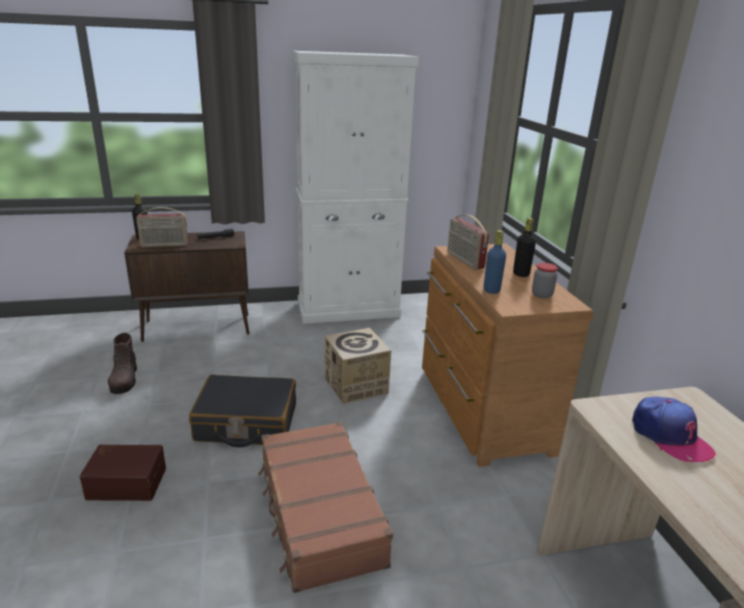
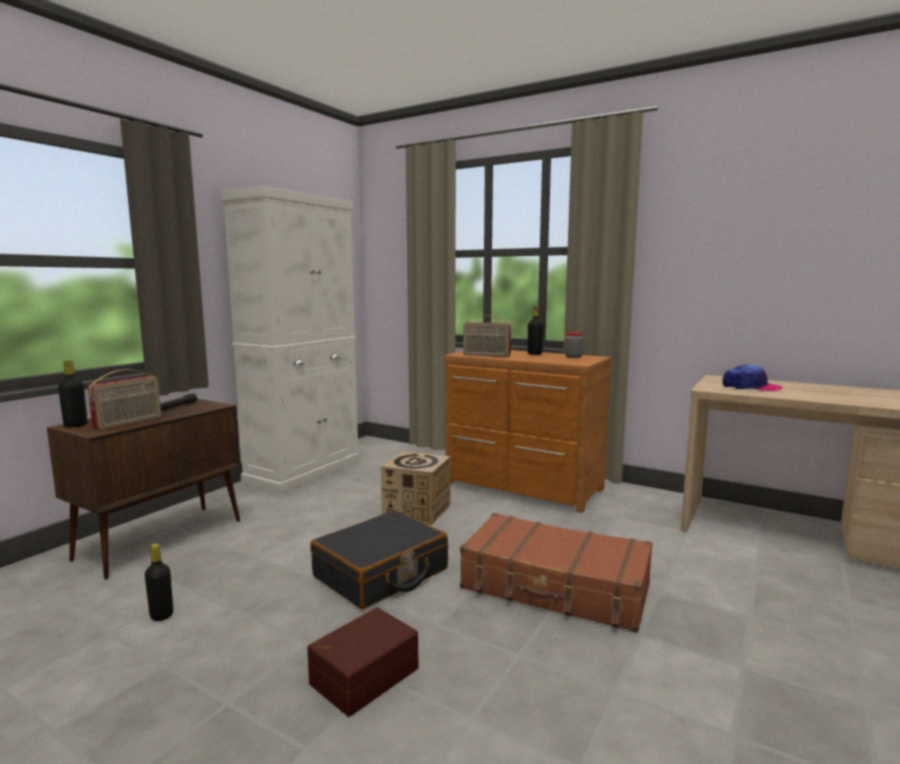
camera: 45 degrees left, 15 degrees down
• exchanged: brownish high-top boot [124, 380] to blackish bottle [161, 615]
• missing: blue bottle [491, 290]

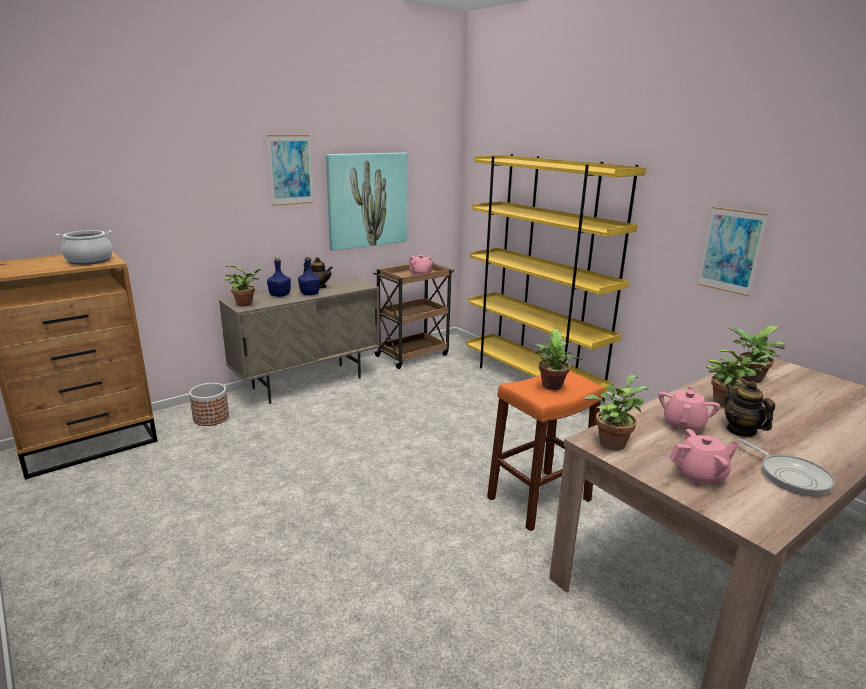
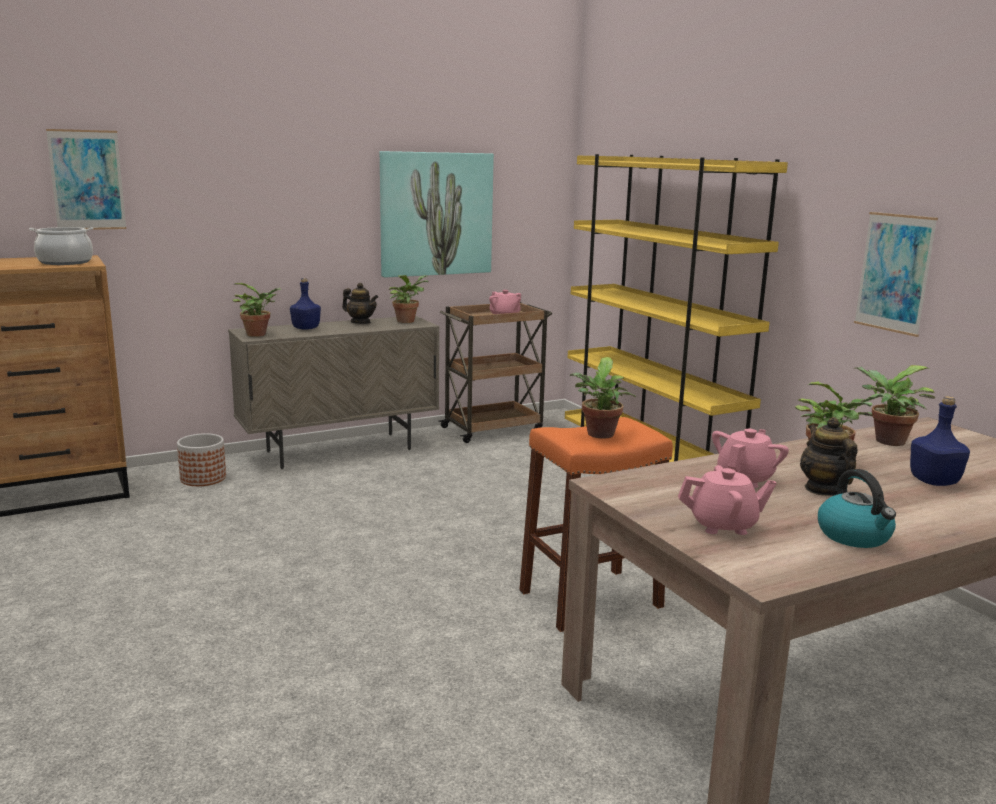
camera: 10 degrees right, 5 degrees down
• relocated: wall art [290, 170] to [87, 180]
• relocated: blue bottle [310, 294] to [934, 482]
• relocated: plant in a pot [612, 442] to [407, 321]
• exchanged: frying pan [791, 476] to kettle [855, 536]

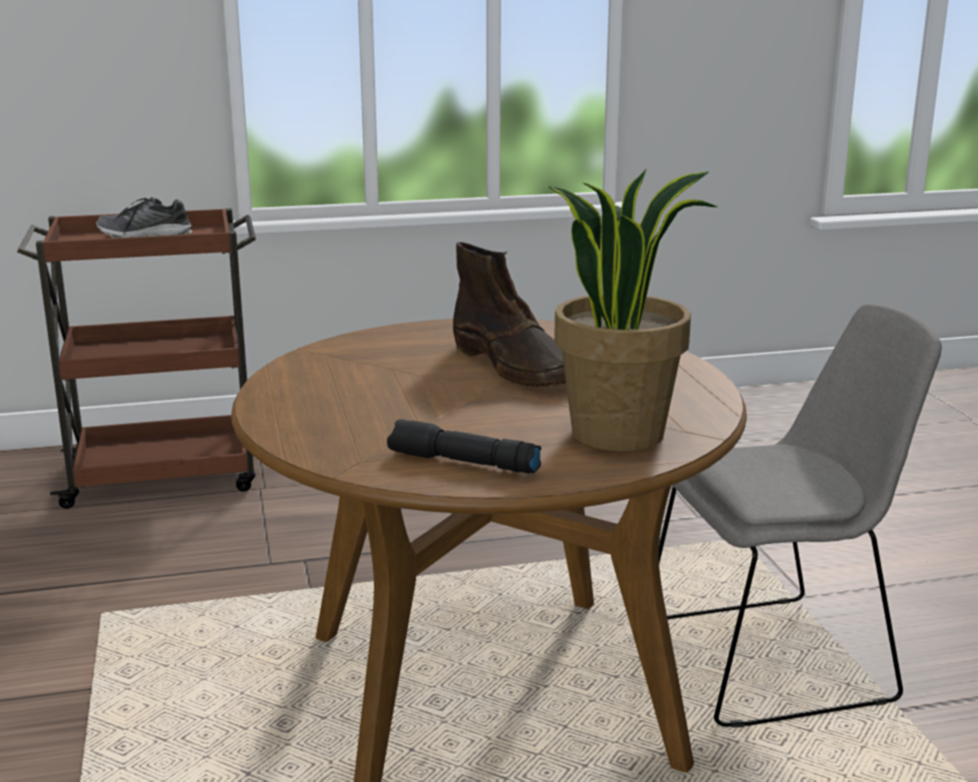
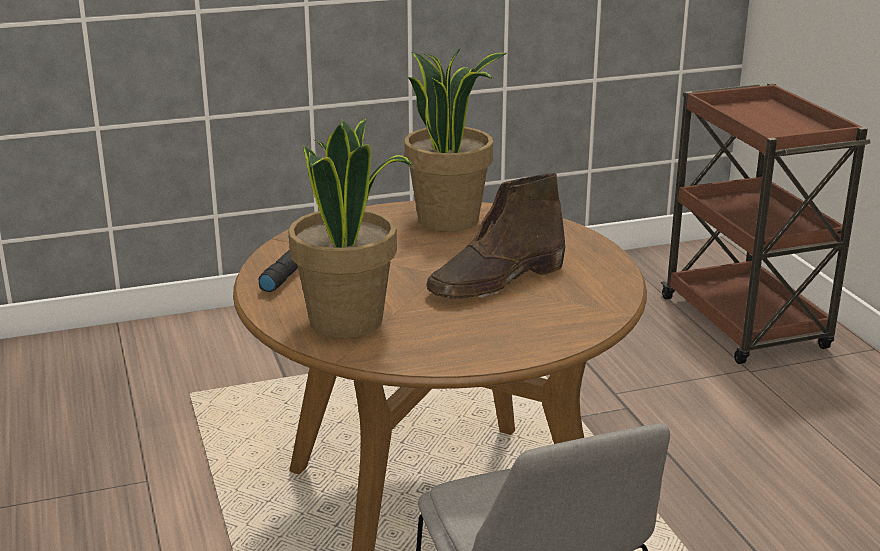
camera: 85 degrees right, 5 degrees up
• missing: item of footwear [145, 235]
• appeared: plant in a pot [449, 219]

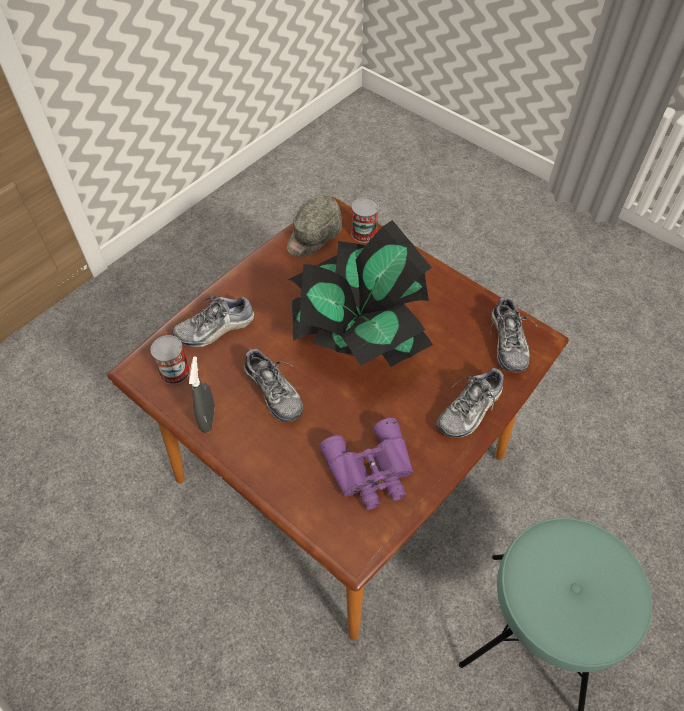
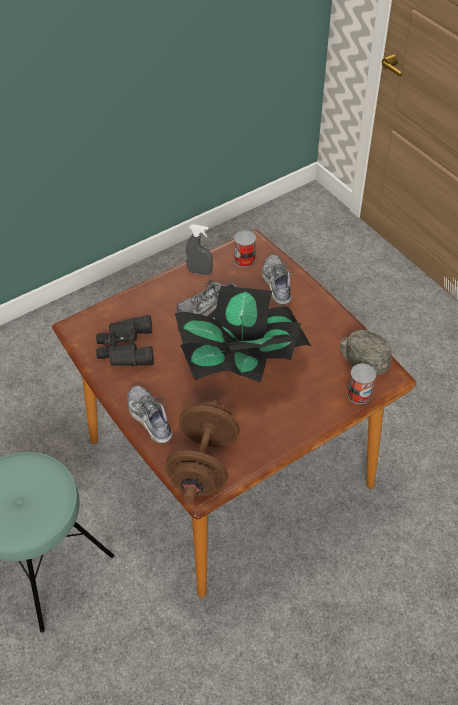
camera: 105 degrees right, 5 degrees down
• colour: purple-coloured binoculars [372, 471] to blackish binoculars [125, 348]
• exchanged: item of footwear [508, 342] to brownish hand weight [203, 465]

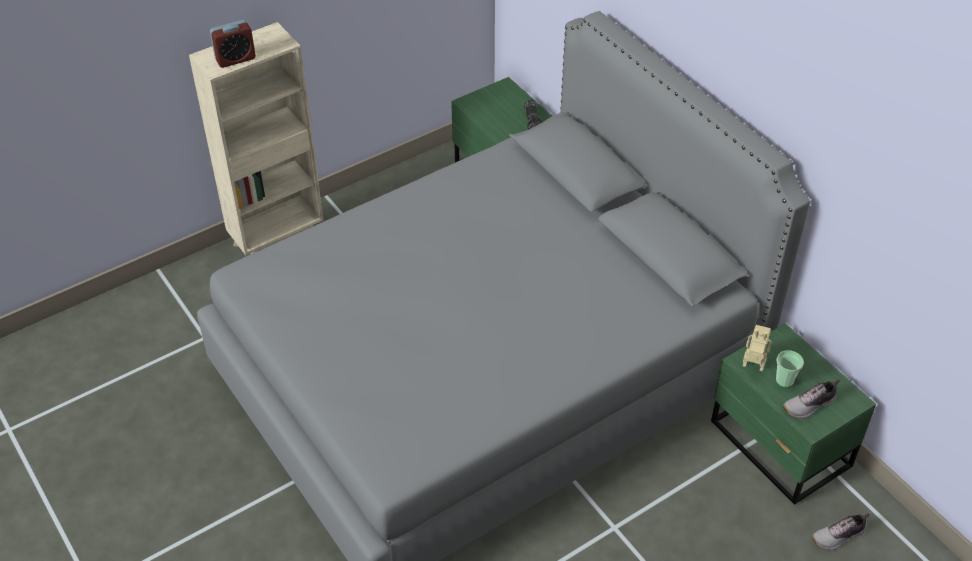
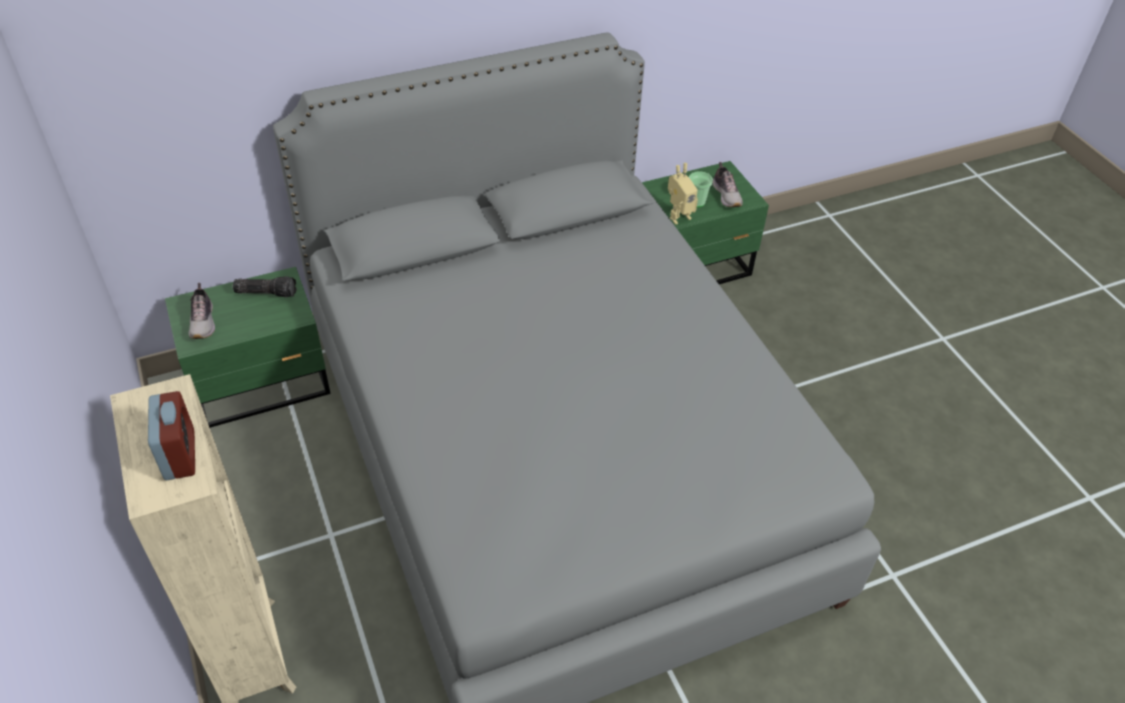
camera: 80 degrees left, 0 degrees up
• spun: toy robot [752, 367] = [678, 216] 150 degrees counterclockwise
• relocated: item of footwear [838, 536] to [203, 322]

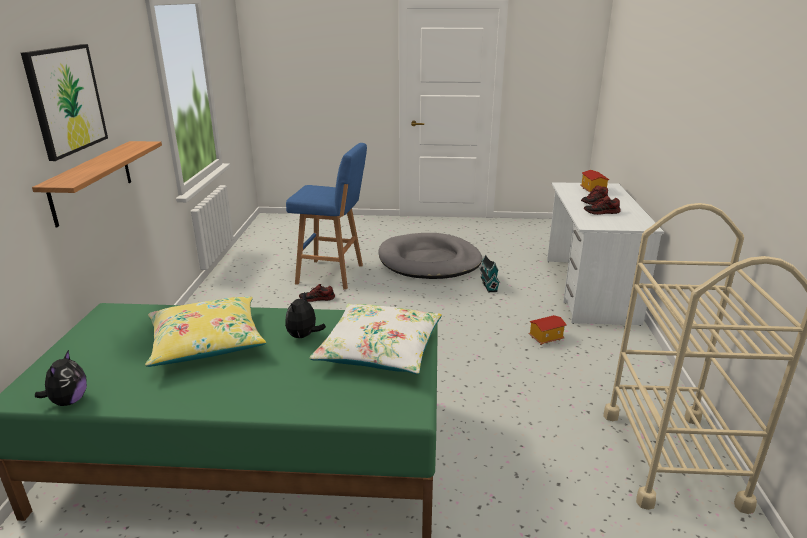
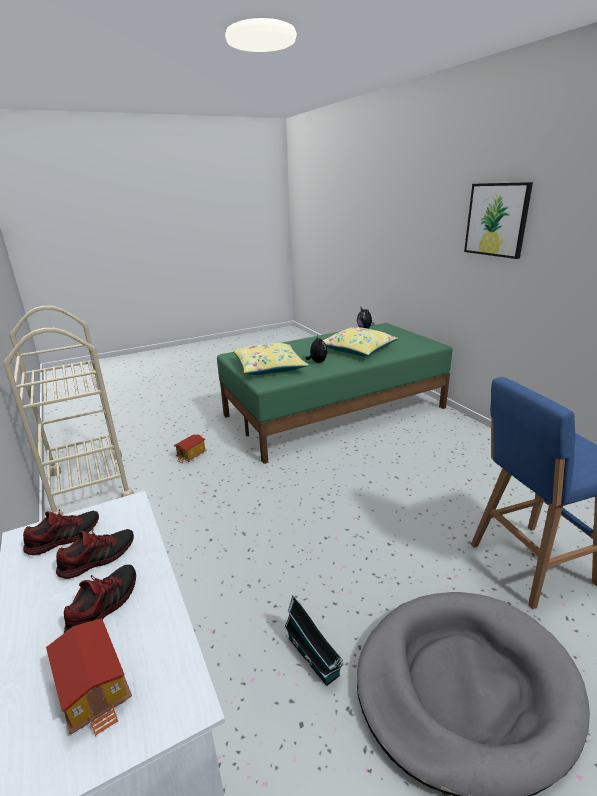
camera: 150 degrees right, 0 degrees up
• missing: bracket shelf [91, 182]
• relocated: item of footwear [317, 299] to [64, 537]
• colour: white throw pillow [379, 350] to yellowish throw pillow [269, 367]
• relocated: miniature house [546, 338] to [191, 455]

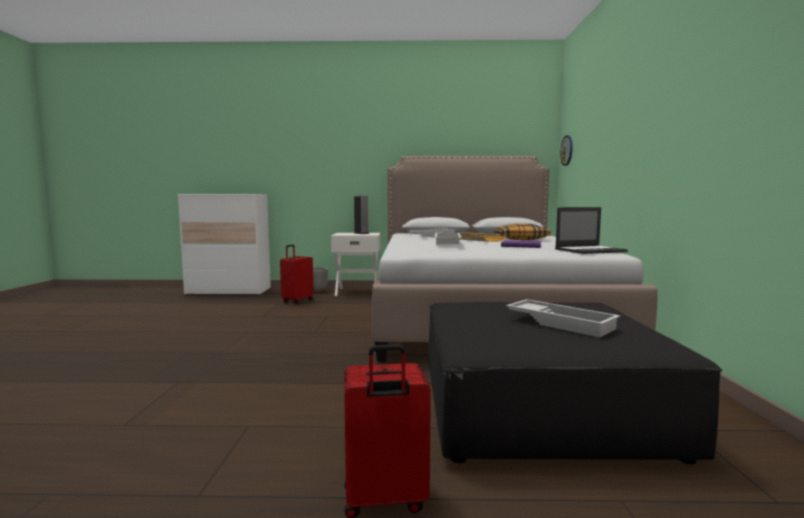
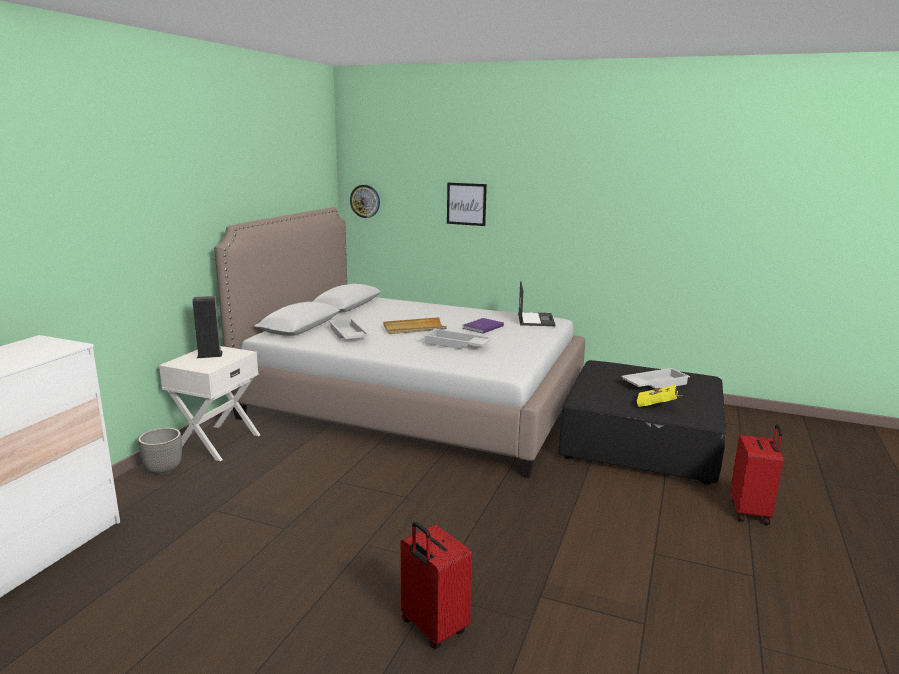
camera: 70 degrees left, 10 degrees up
• relocated: reddish piece of luggage [297, 301] to [432, 628]
• missing: throw pillow [520, 239]
• appeared: wall art [466, 204]
• appeared: yellowish book [658, 406]

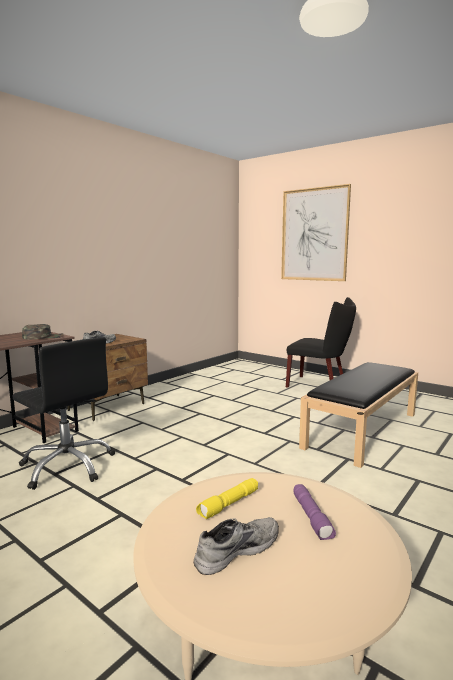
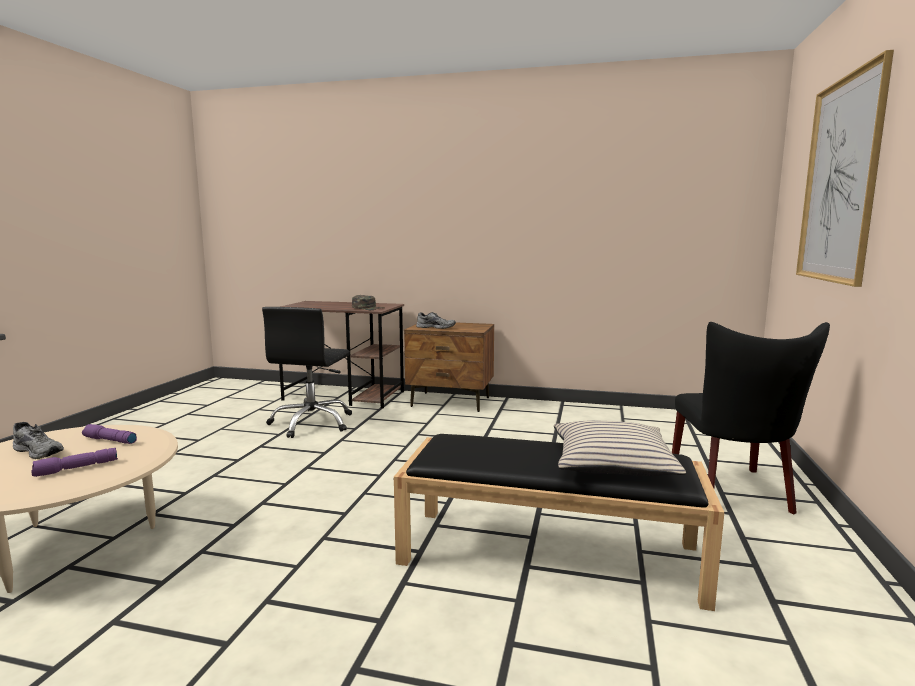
camera: 65 degrees right, 0 degrees up
• colour: yellowish hand torch [229, 505] to purple-coloured hand torch [109, 441]
• appeared: beige-coloured throw pillow [611, 463]

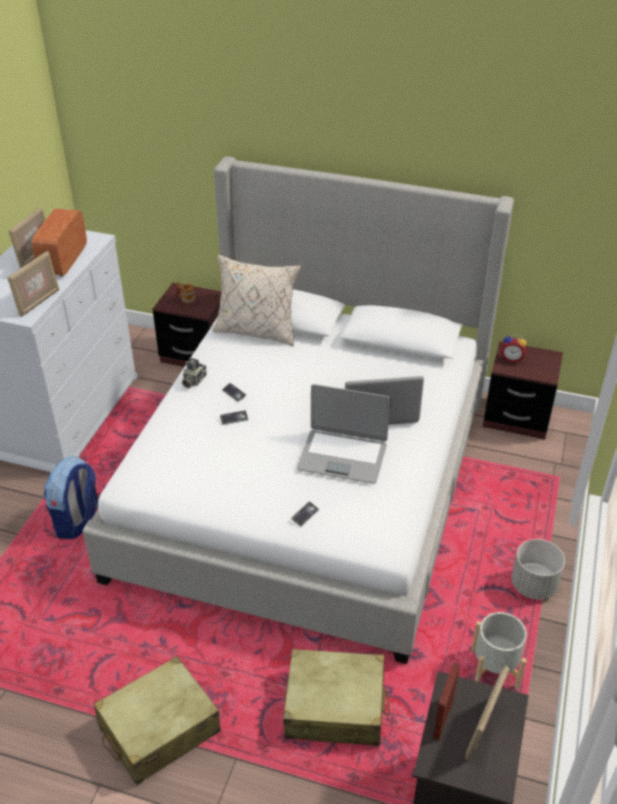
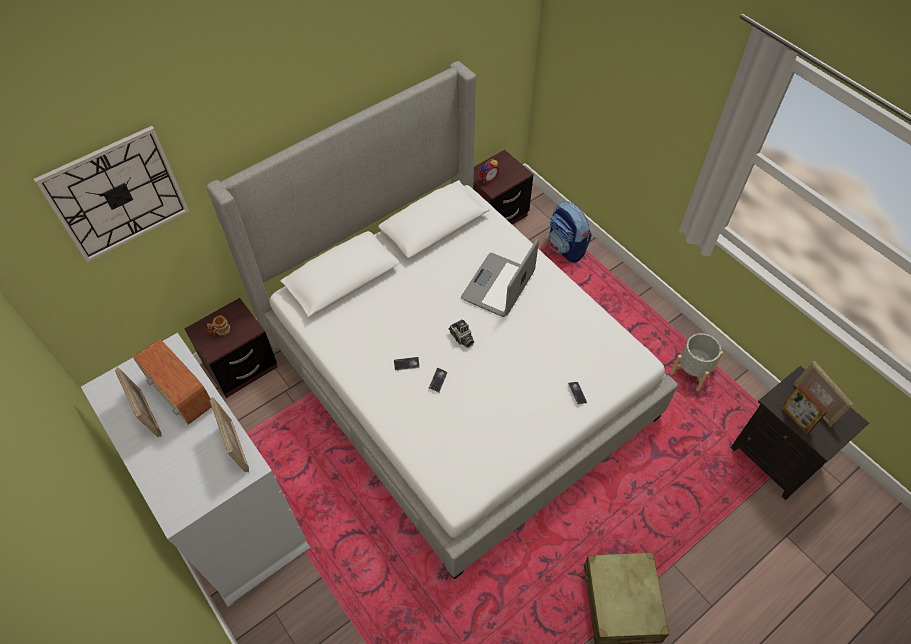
camera: 55 degrees left, 15 degrees up
• relocated: rucksack [77, 521] to [566, 248]
• relocated: still camera [193, 381] to [461, 338]
• missing: beige-coloured throw pillow [257, 331]
• missing: beige-coloured piece of luggage [335, 707]
• missing: notebook computer [342, 456]
• missing: greyish planter [534, 585]
• appeared: hanging clock [117, 195]

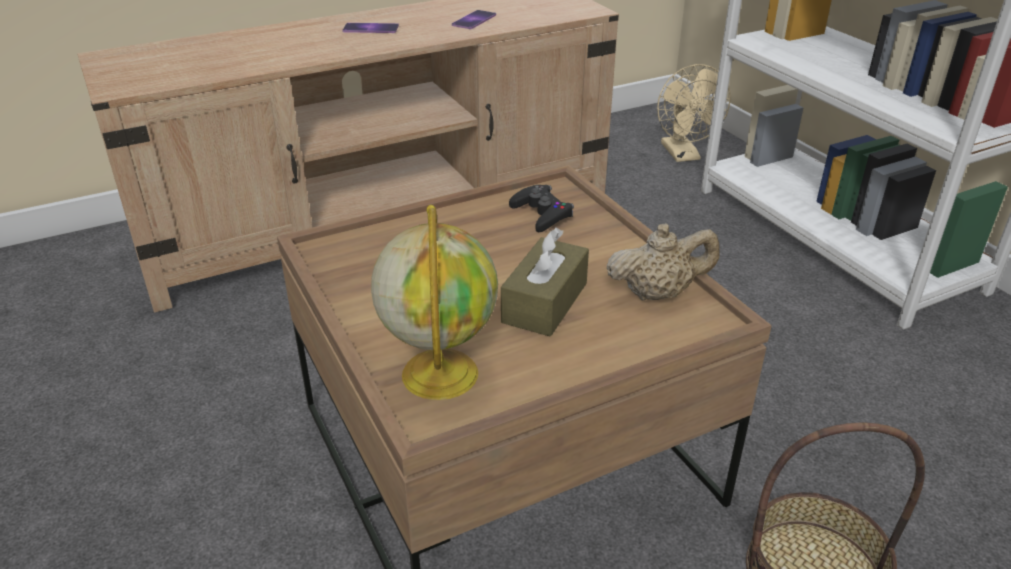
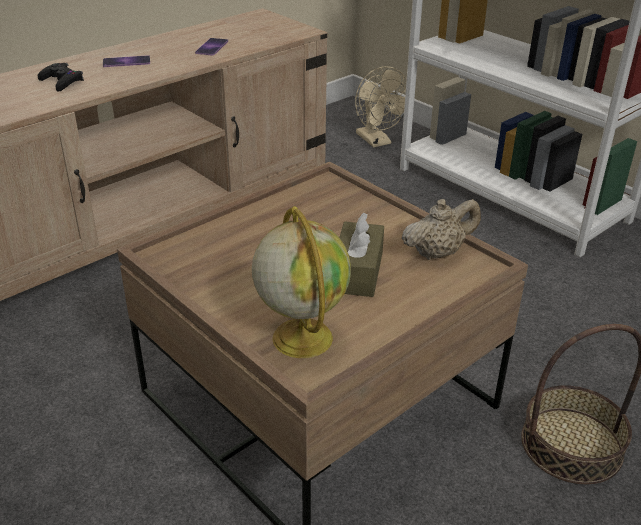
camera: 15 degrees left, 0 degrees up
• relocated: blackish game controller [541, 214] to [62, 82]

